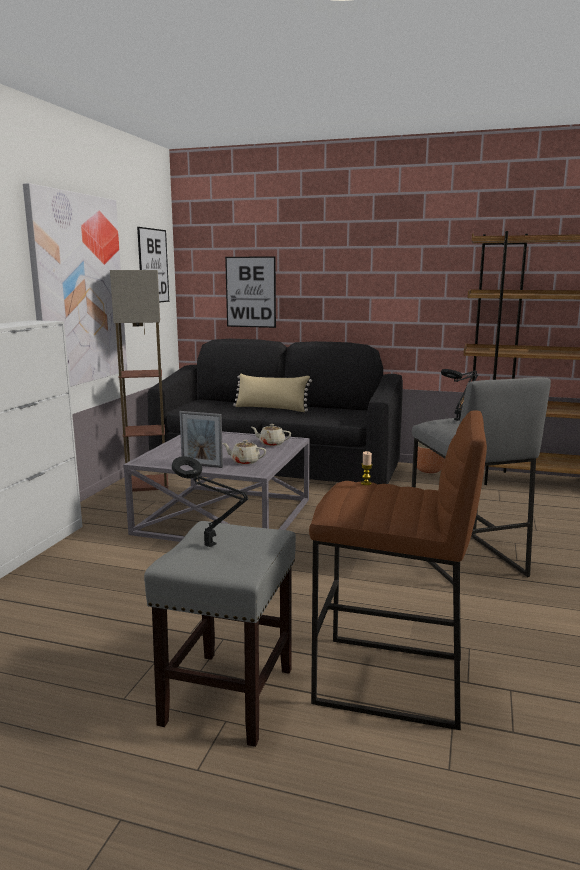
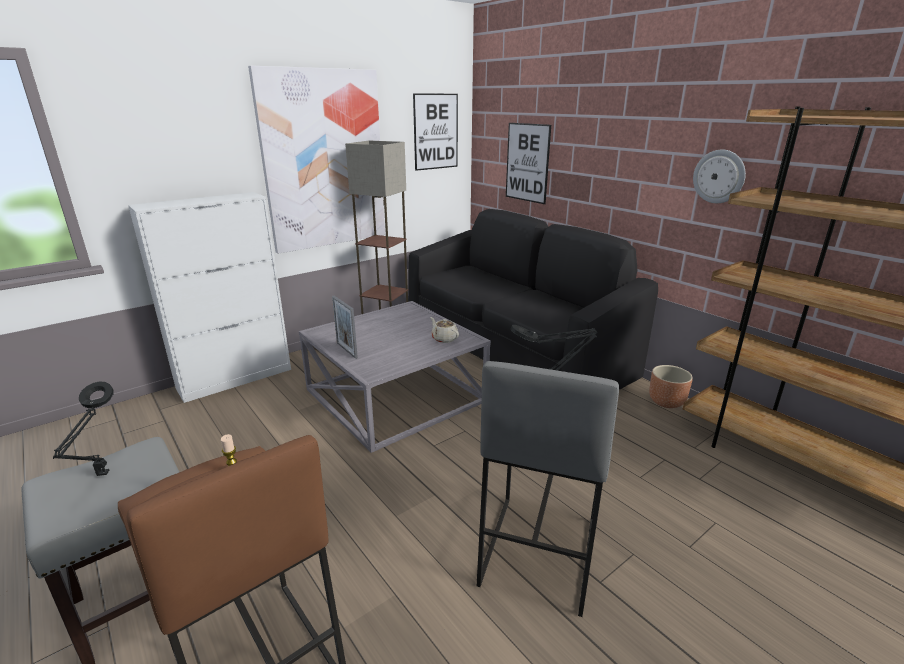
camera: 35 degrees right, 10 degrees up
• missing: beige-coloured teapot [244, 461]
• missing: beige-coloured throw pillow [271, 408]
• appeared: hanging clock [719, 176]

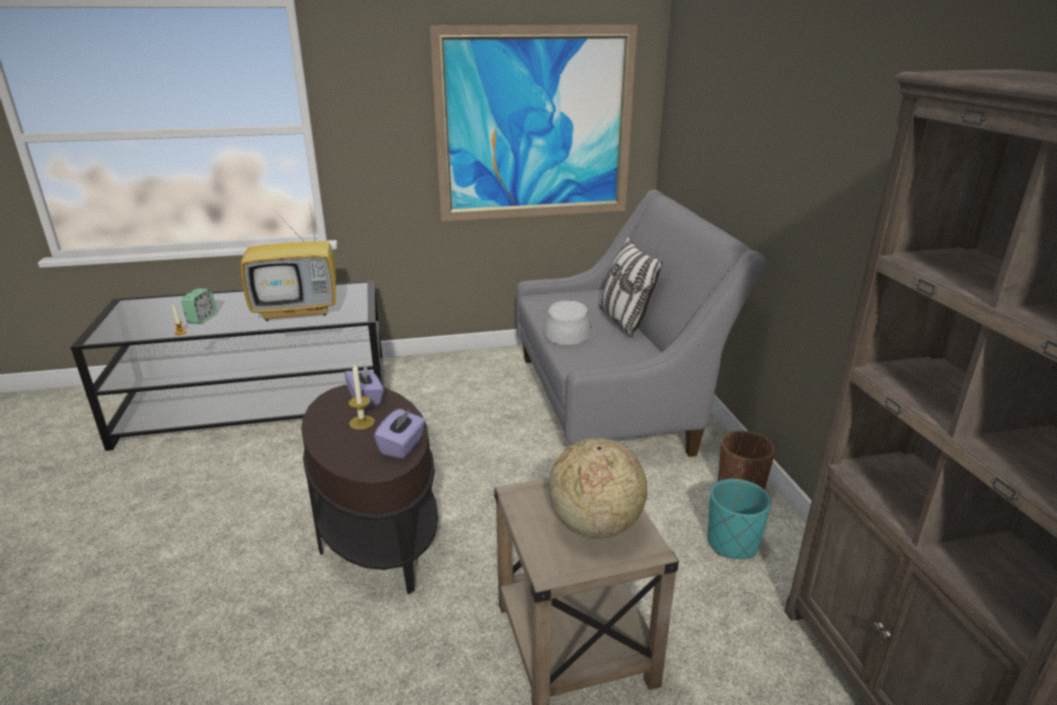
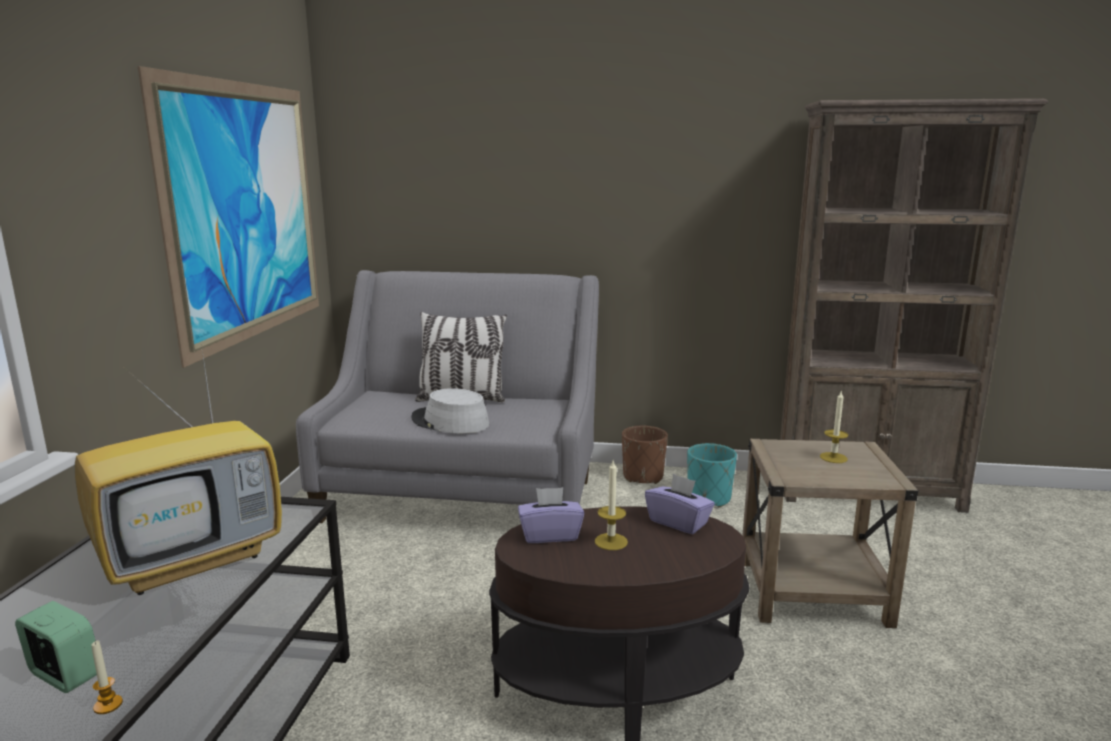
camera: 70 degrees left, 10 degrees down
• spun: television [299, 311] = [195, 559] 45 degrees clockwise
• exchanged: desk globe [595, 525] to candle [833, 457]

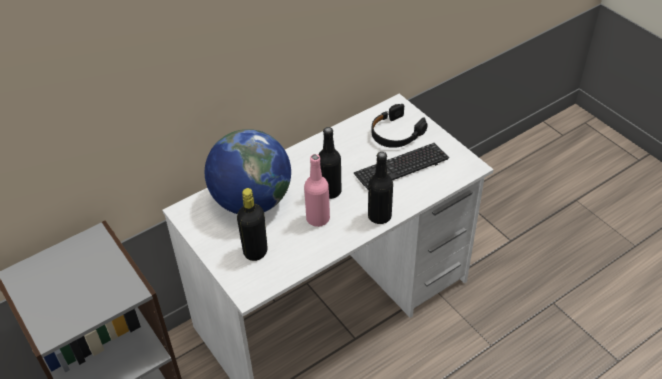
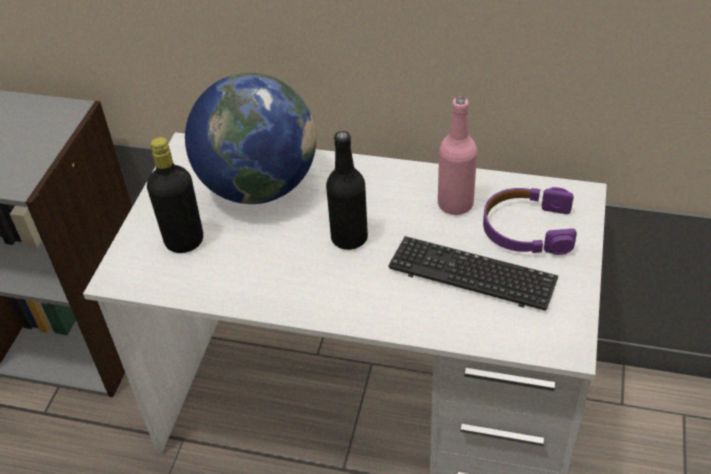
camera: 50 degrees right, 0 degrees up
• relocated: pinkish bottle [318, 219] to [455, 204]
• missing: blackish bottle [379, 216]
• colour: blackish headphones [395, 133] to purple-coloured headphones [527, 229]

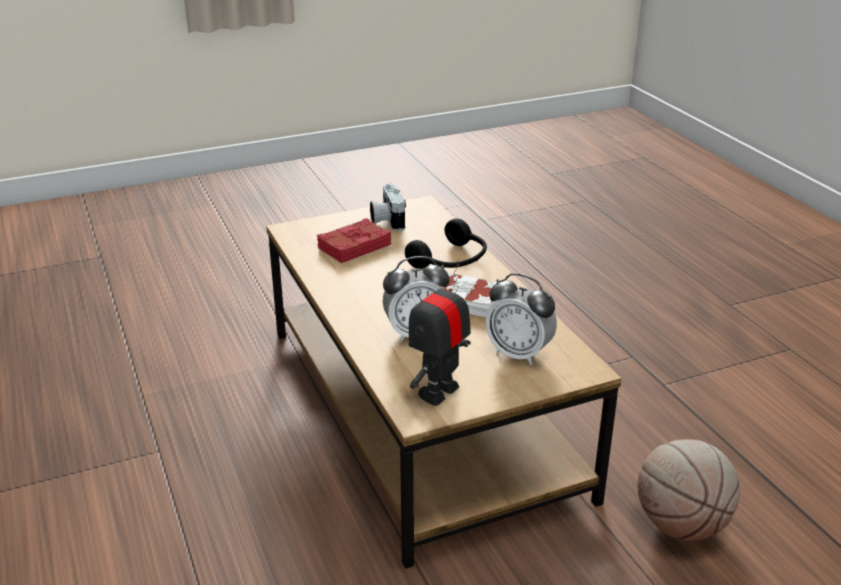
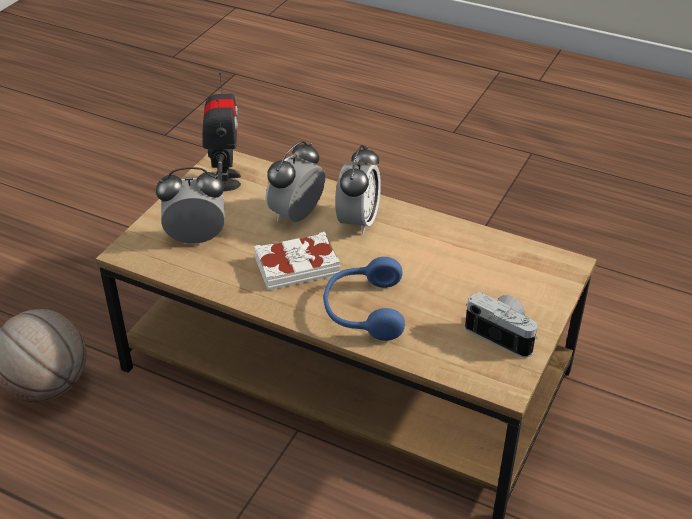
camera: 140 degrees right, 10 degrees up
• missing: reddish book [353, 246]
• colour: blackish headphones [451, 261] to blue headphones [363, 310]
• appeared: table clock [358, 221]

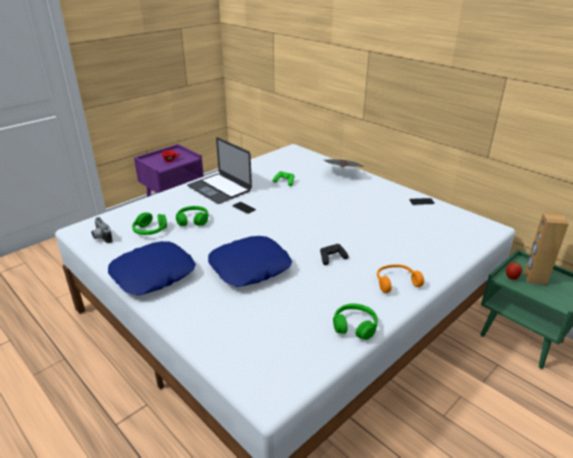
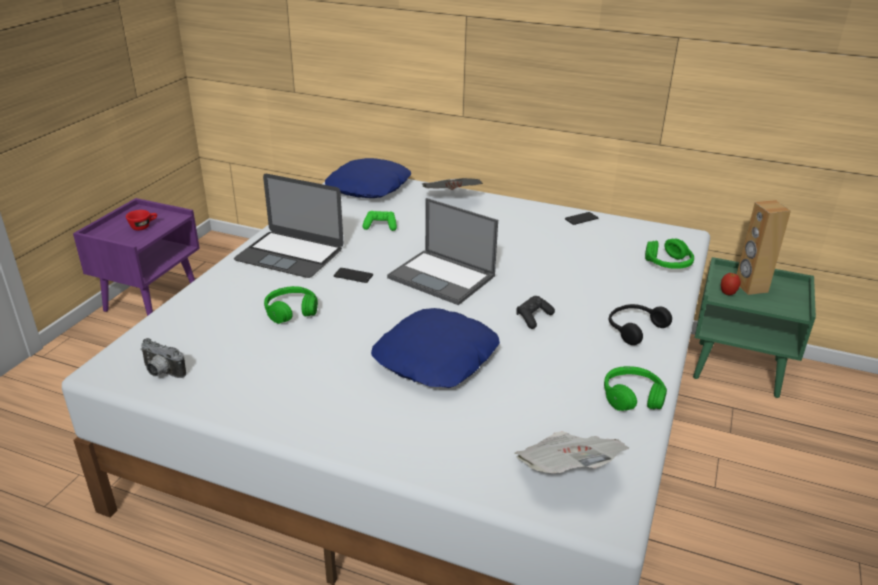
camera: 25 degrees left, 0 degrees up
• relocated: blue throw pillow [153, 275] to [369, 187]
• relocated: greenish headphones [150, 231] to [668, 264]
• colour: orange headphones [396, 282] to blackish headphones [633, 328]
• appeared: notebook computer [443, 277]
• appeared: newspaper [566, 471]

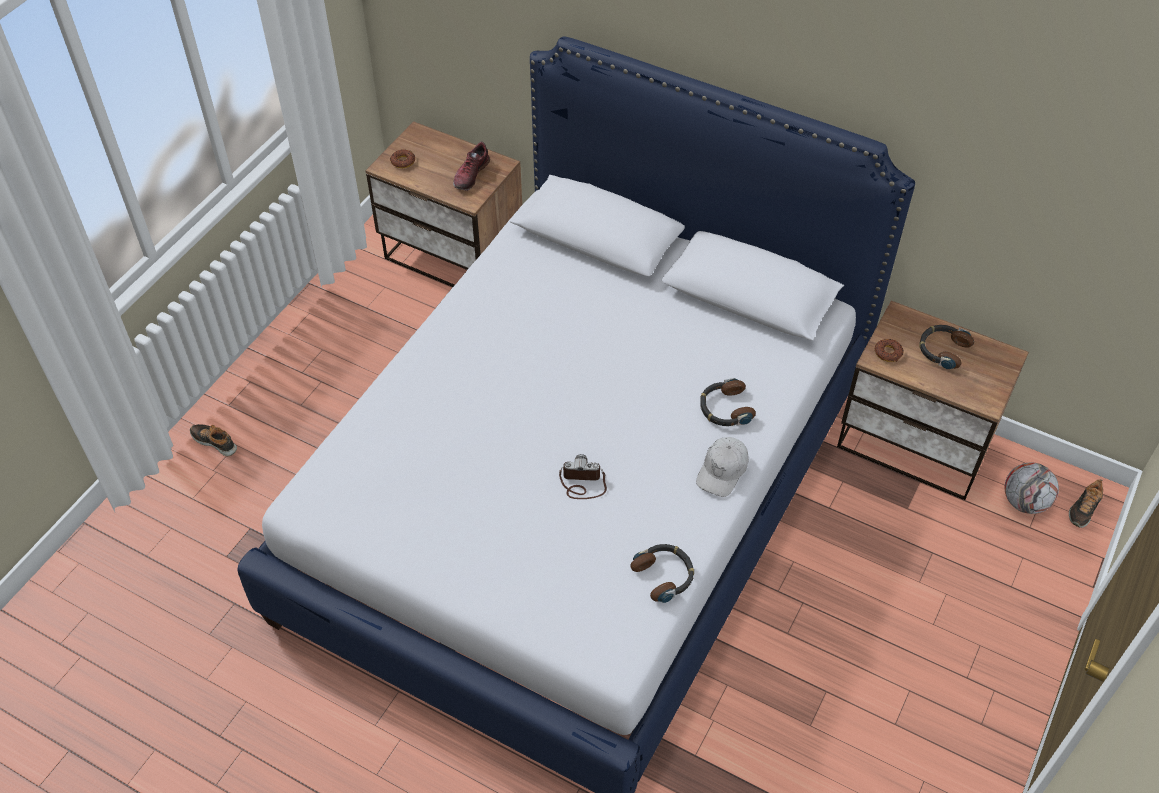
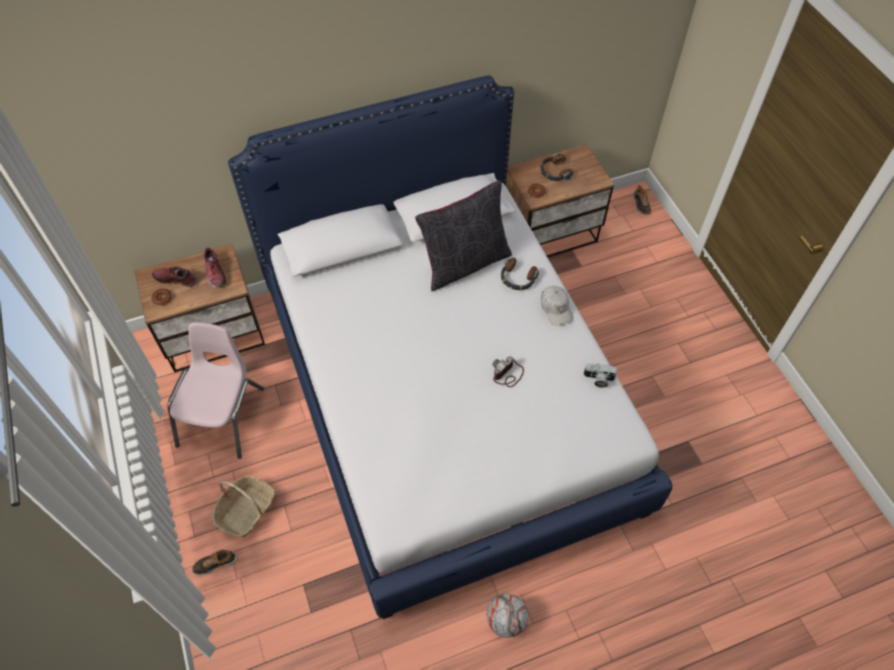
camera: 50 degrees left, 5 degrees up
• exchanged: headphones [664, 575] to still camera [598, 379]
• relocated: football [1024, 502] to [506, 620]
• appeared: item of footwear [176, 279]
• appeared: pinkish plain chair [222, 416]
• appeared: storage basket [246, 510]
• appeared: blackish throw pillow [465, 263]

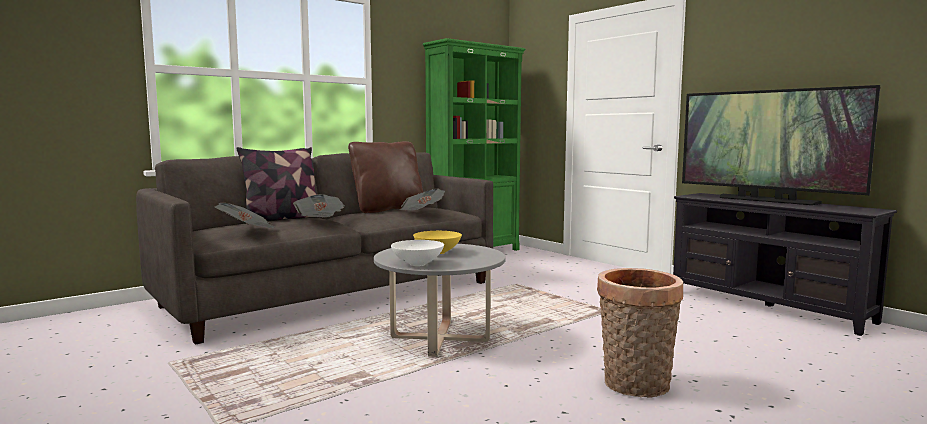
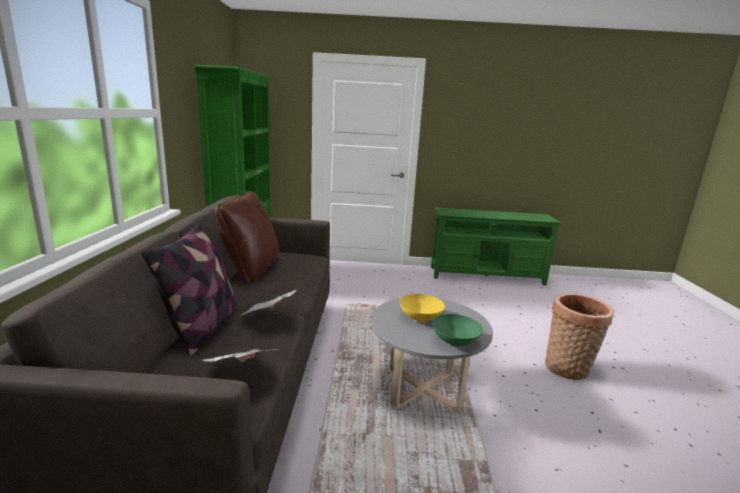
camera: 50 degrees left, 10 degrees up
• colour: white serving bowl [417, 264] to greenish serving bowl [455, 342]
• missing: newspaper [422, 213]
• colour: blackish tv unit [767, 306] to greenish tv unit [486, 276]
• missing: television [766, 200]

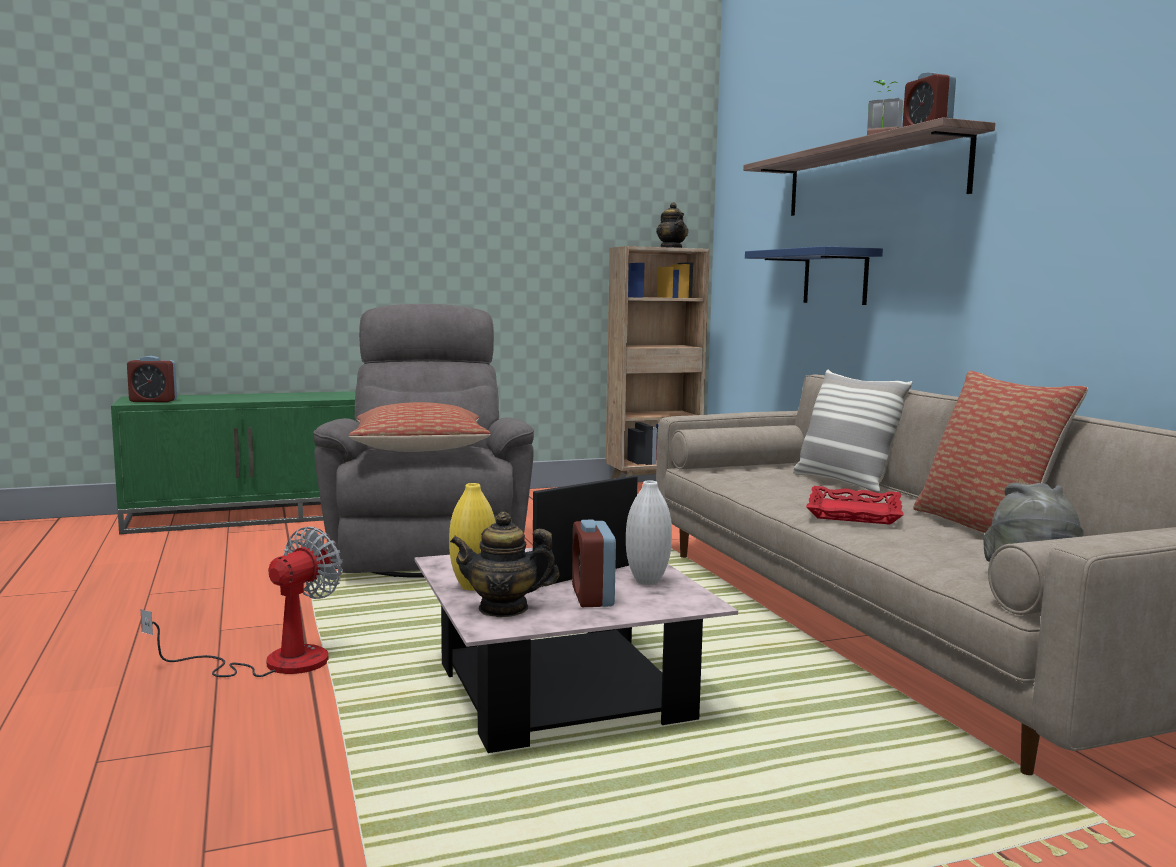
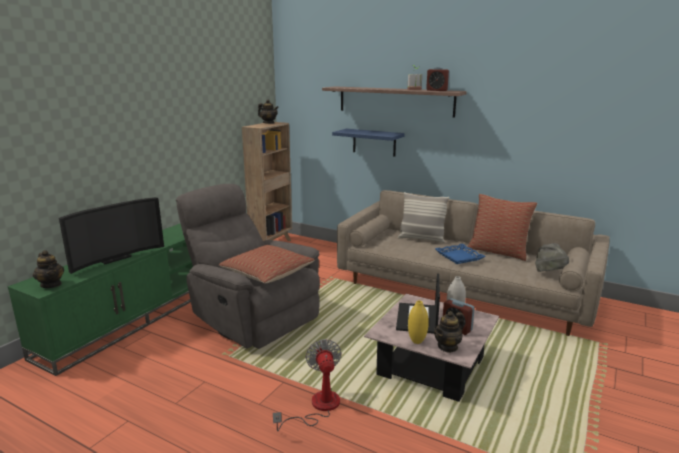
camera: 40 degrees left, 10 degrees up
• exchanged: table clock [153, 401] to teapot [51, 284]
• colour: reddish tray [853, 512] to blue tray [459, 257]
• appeared: television [114, 258]

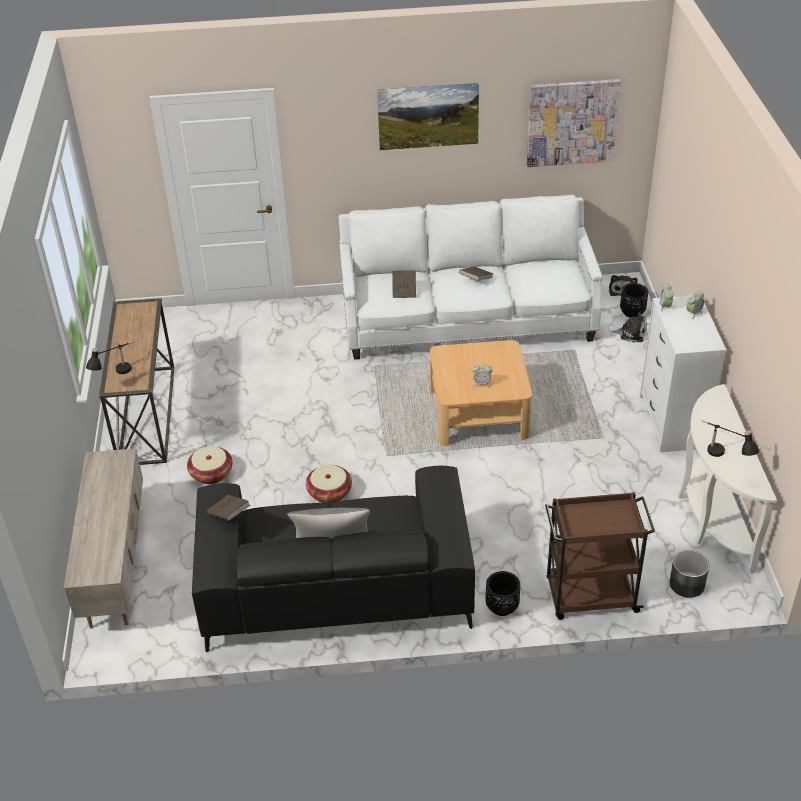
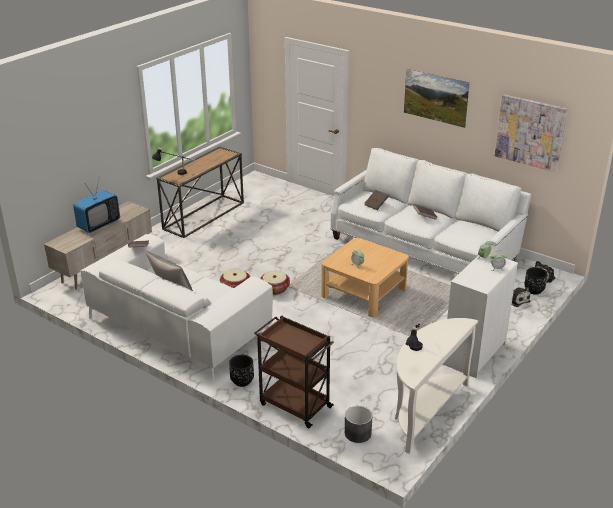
camera: 40 degrees right, 10 degrees down
• relocated: storage basket [211, 473] to [274, 289]
• colour: blackish sofa [336, 587] to white sofa [179, 326]
• appeared: television [98, 225]

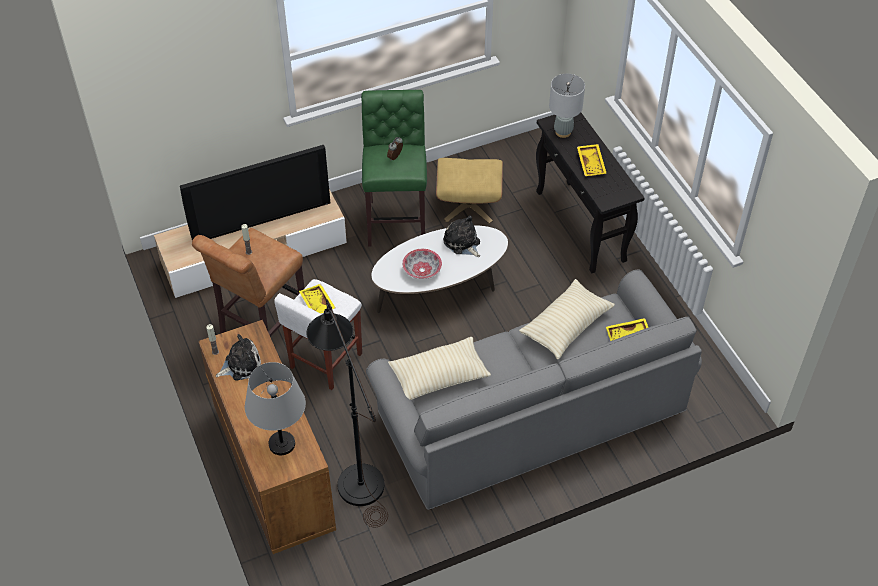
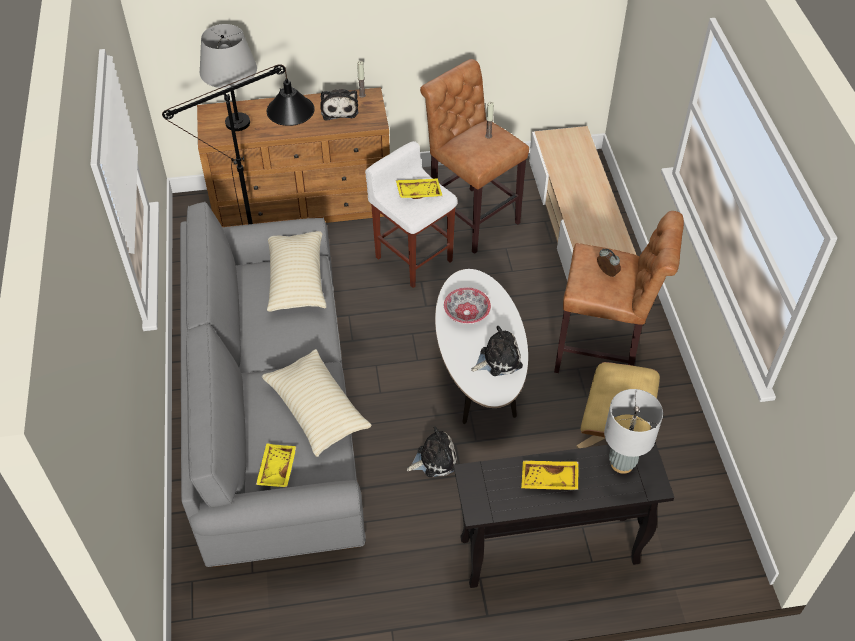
camera: 105 degrees right, 0 degrees up
• missing: television [260, 217]
• colour: greenish sitting stool [396, 219] to brownish sitting stool [603, 354]
• appeared: cuddly toy [434, 459]

